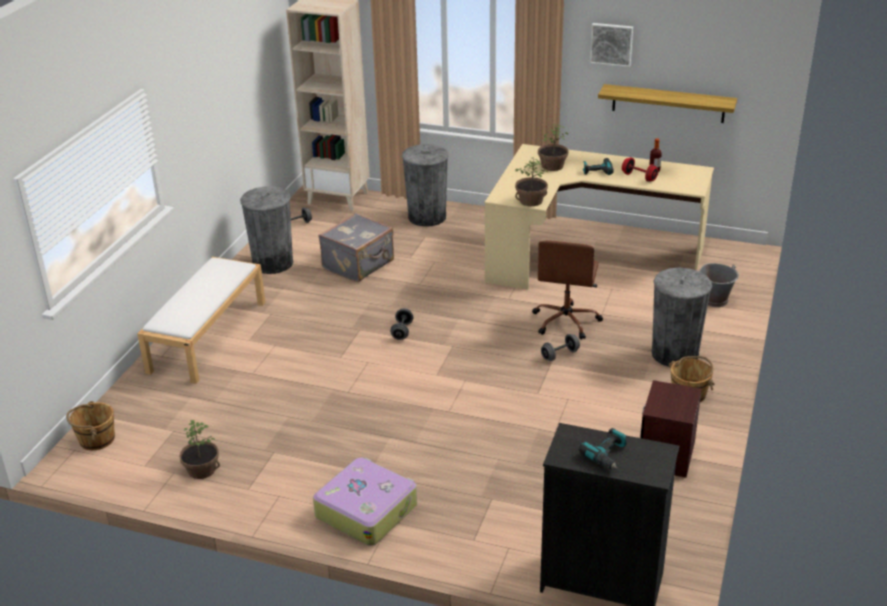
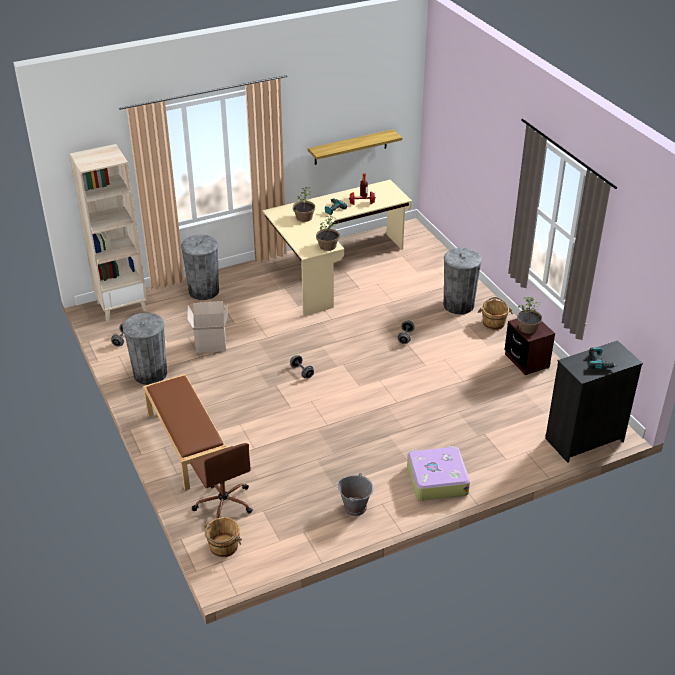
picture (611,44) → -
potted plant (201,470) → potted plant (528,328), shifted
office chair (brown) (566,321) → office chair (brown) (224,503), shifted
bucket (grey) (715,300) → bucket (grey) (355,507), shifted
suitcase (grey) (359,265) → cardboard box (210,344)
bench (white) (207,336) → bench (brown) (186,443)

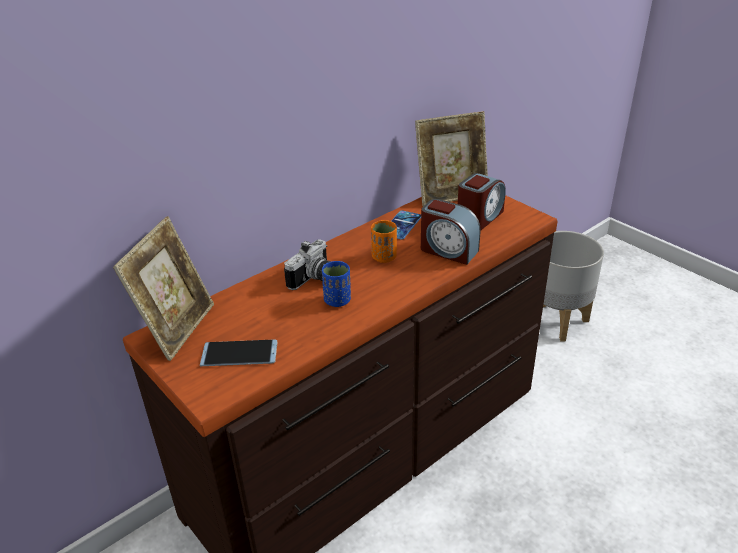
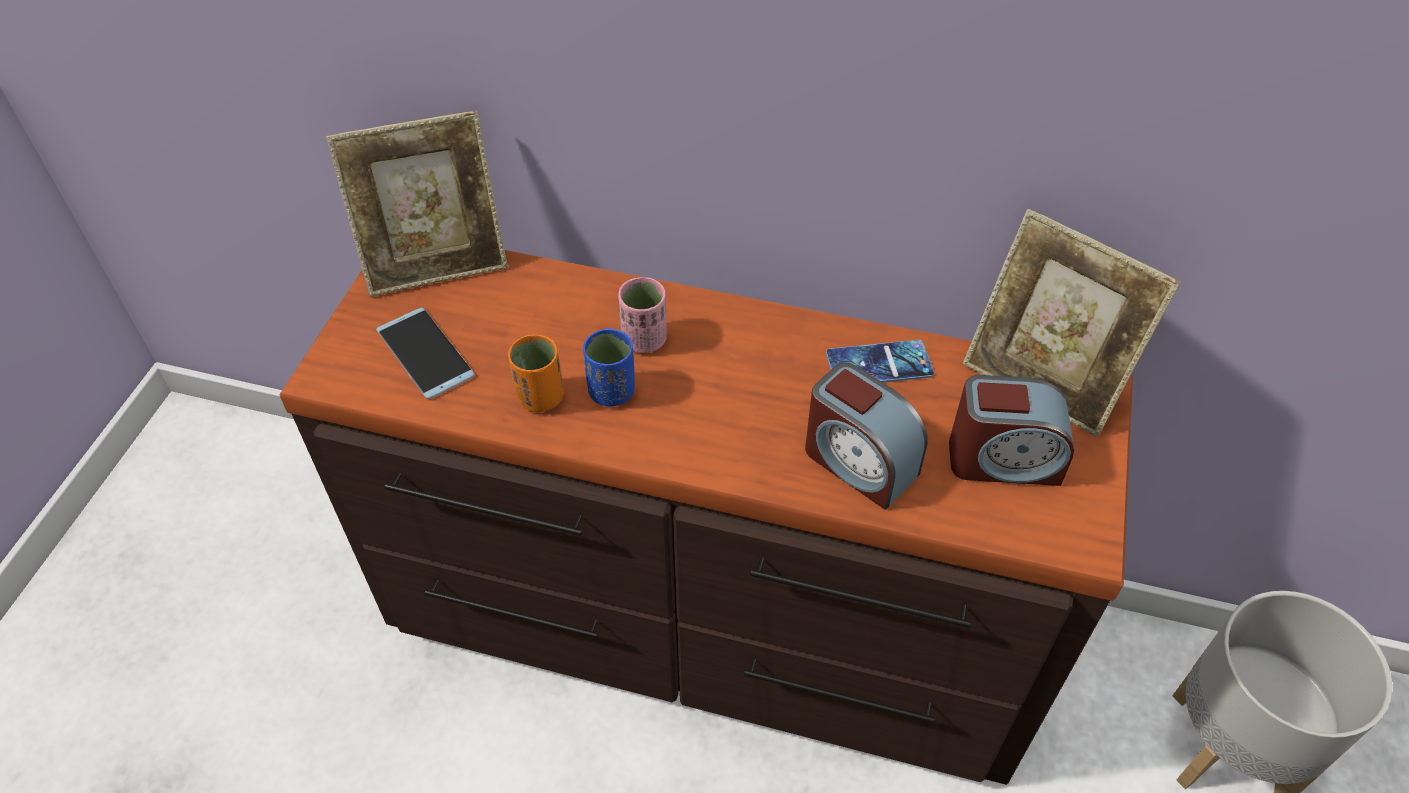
cup (orange) (384,257) → cup (orange) (540,397), shifted
photo camera (315,279) → cup (pink) (644,339)
alarm clock (448,250) → alarm clock (858,462), 45 degrees counterclockwise

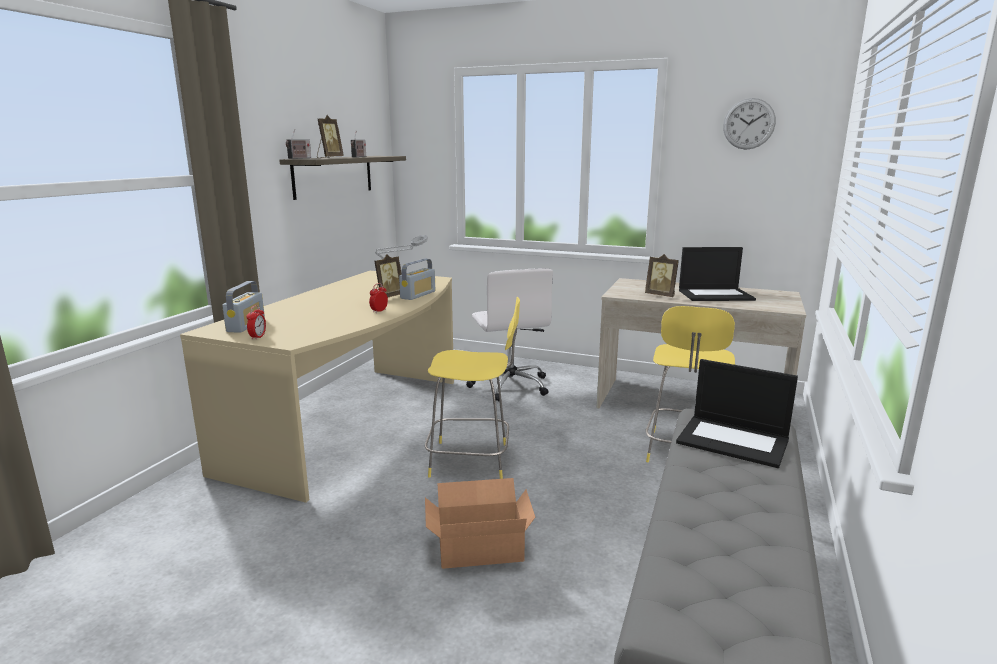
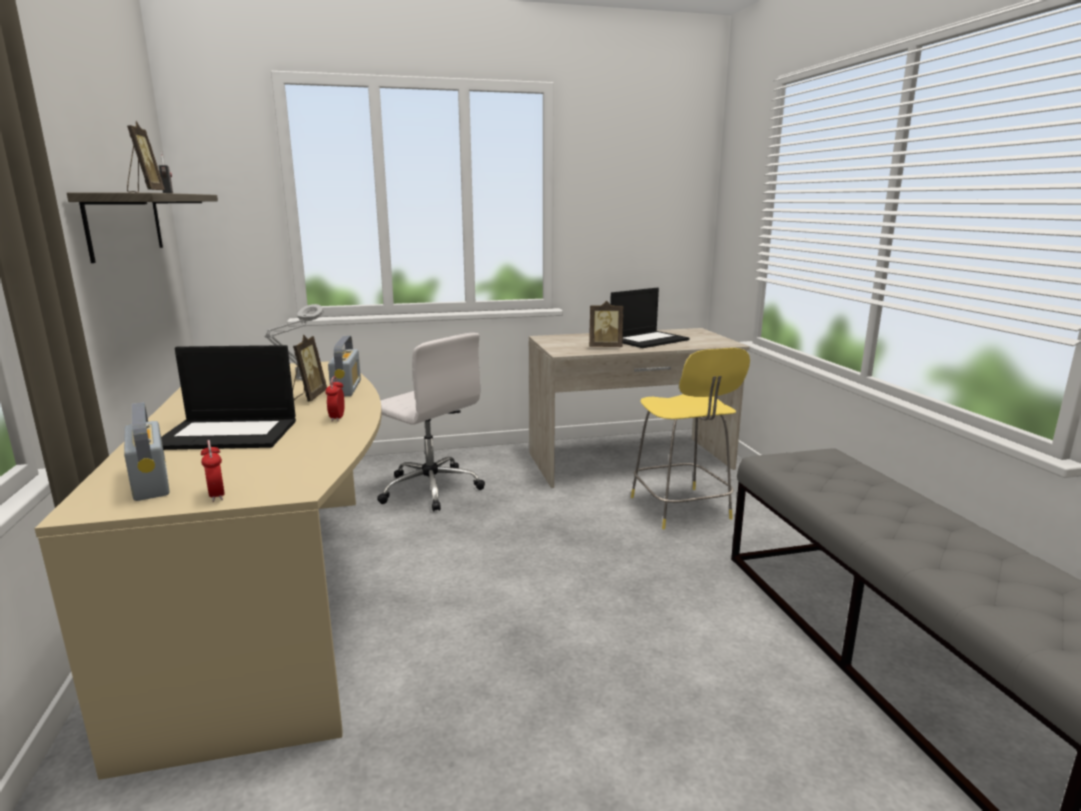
radio (299,158) → -
stool (yellow) (472,460) → -
cardboard box (478,545) → -
wall clock (749,124) → -
laptop (734,441) → laptop (230,434), shifted

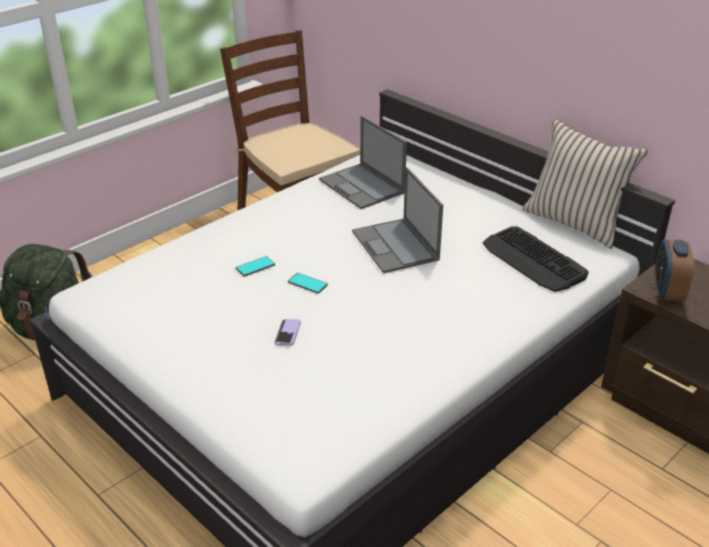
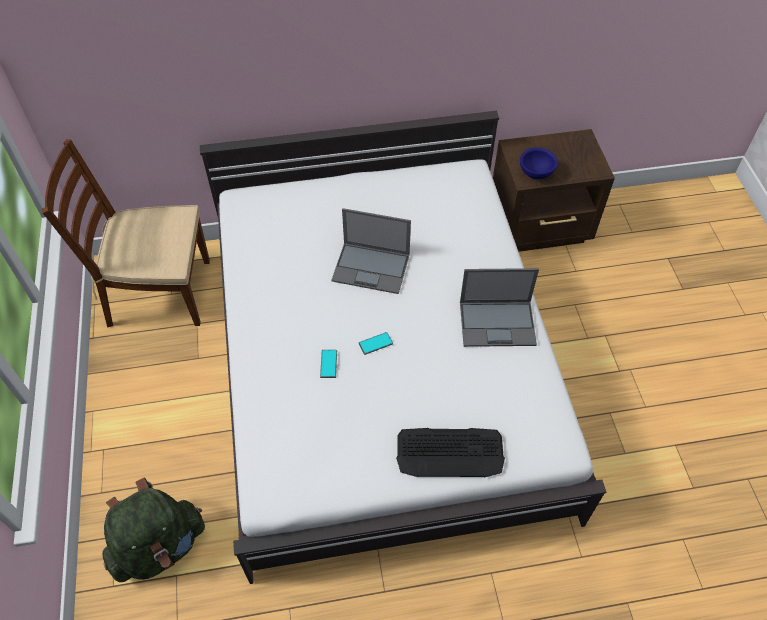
phone (287,333) → -
pillow (beige) (574,223) → -
laptop (362,186) → laptop (498,323), shifted
keyboard (533,260) → keyboard (450,452), shifted
alarm clock (667,292) → bowl (blue) (536,173)

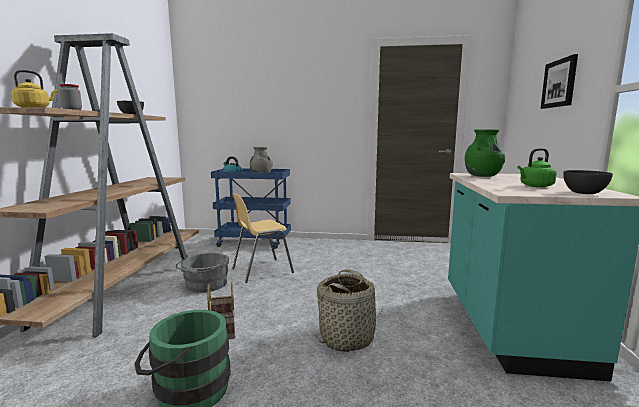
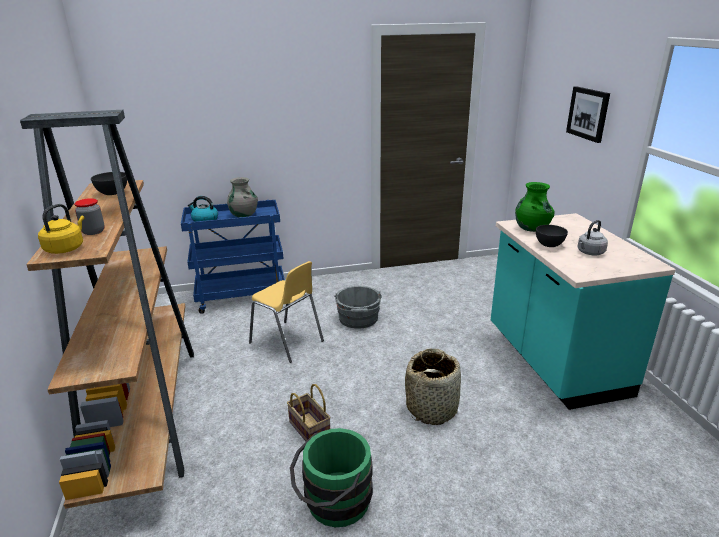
bucket (grey) (205,285) → bucket (grey) (358,319), shifted
bowl (grey) (583,193) → bowl (grey) (549,245), shifted
kettle (green) (535,186) → kettle (grey) (589,253)
chair (yellow) (261,270) → chair (yellow) (287,342), 90 degrees counterclockwise

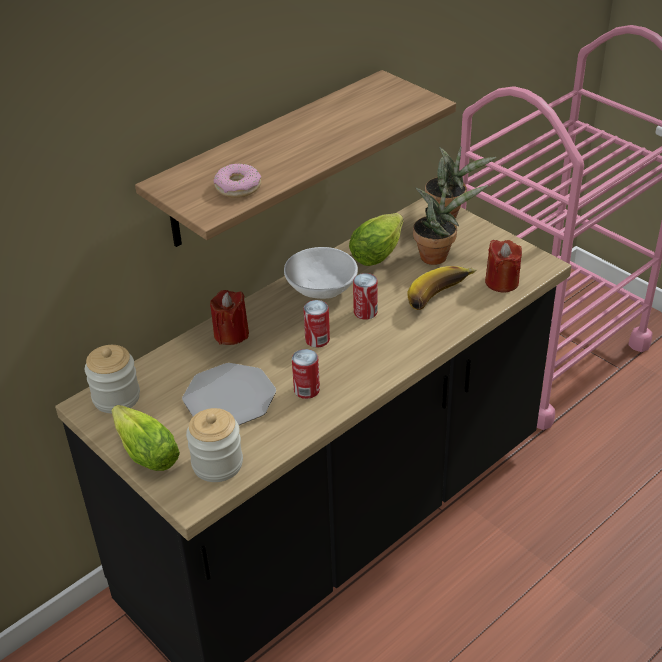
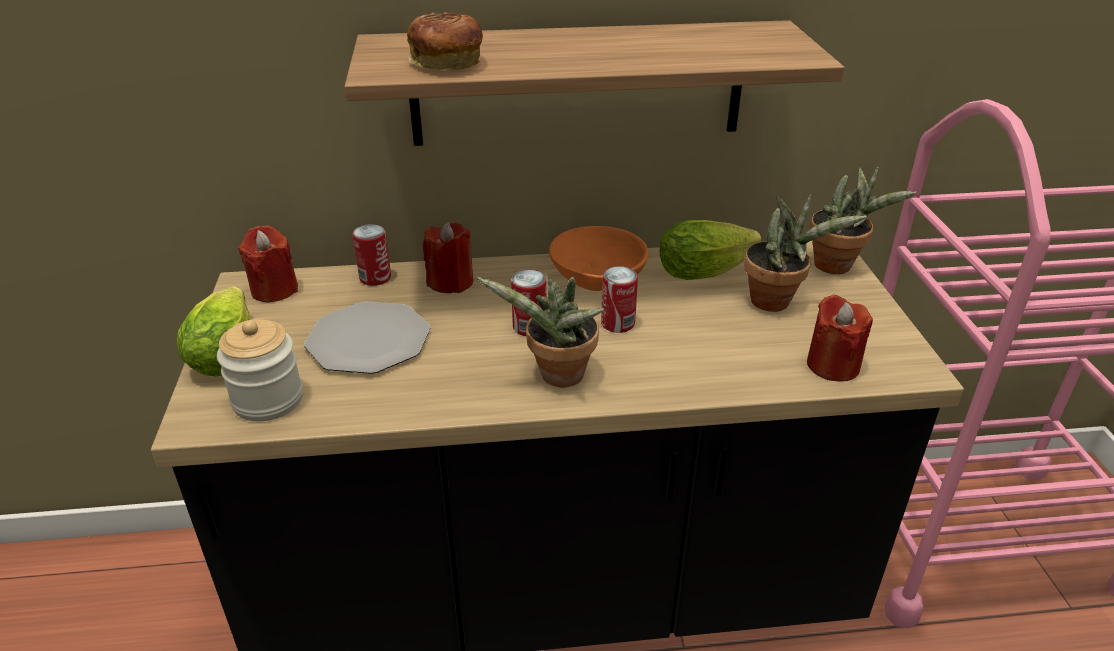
banana (441,299) → -
- → potted plant (557,377)
can (306,390) → can (375,278), shifted
jar (116,397) → candle (red) (274,290)
donut (238,187) → bread (446,63)
bowl (white) (321,289) → bowl (orange) (597,279)

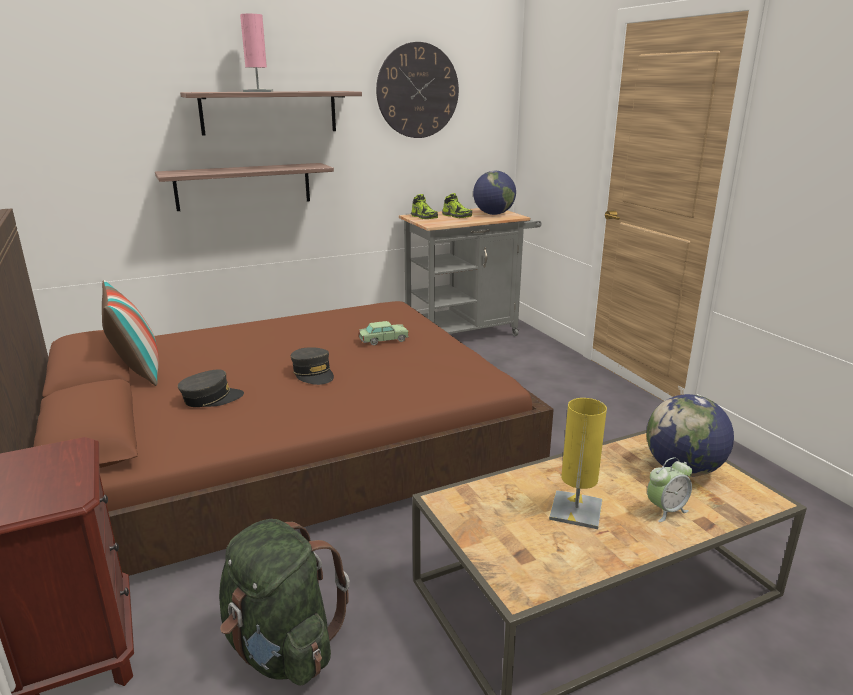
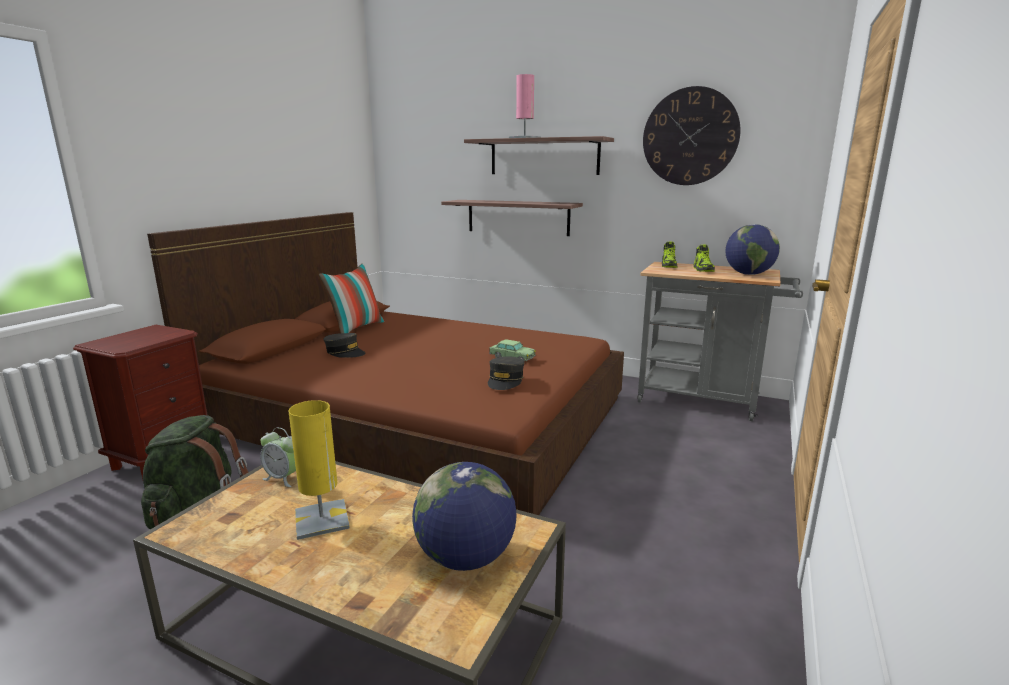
cap (grey) (313,374) → cap (grey) (505,380), shifted
alarm clock (665,510) → alarm clock (283,478), shifted

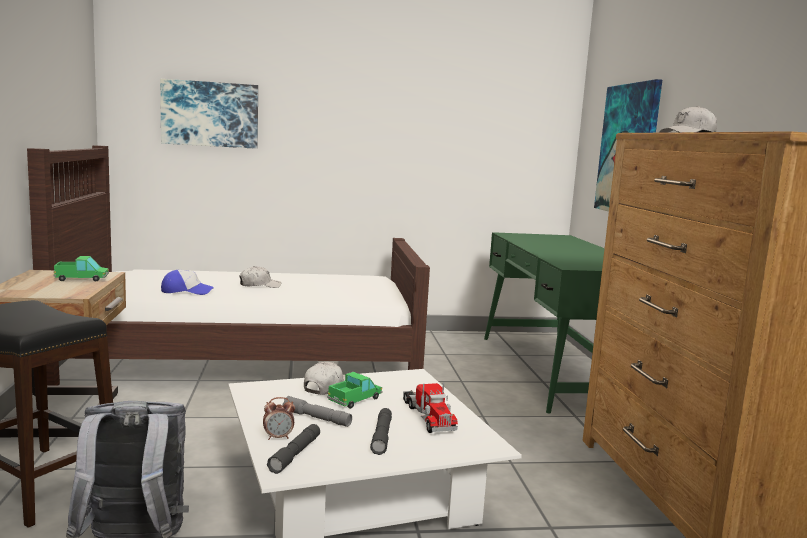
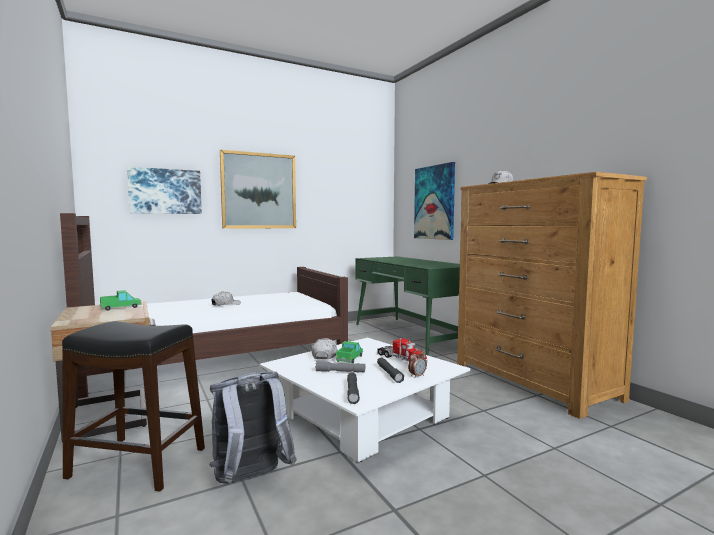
cap (186,291) → -
- → picture (259,191)
alarm clock (278,437) → alarm clock (417,376), shifted

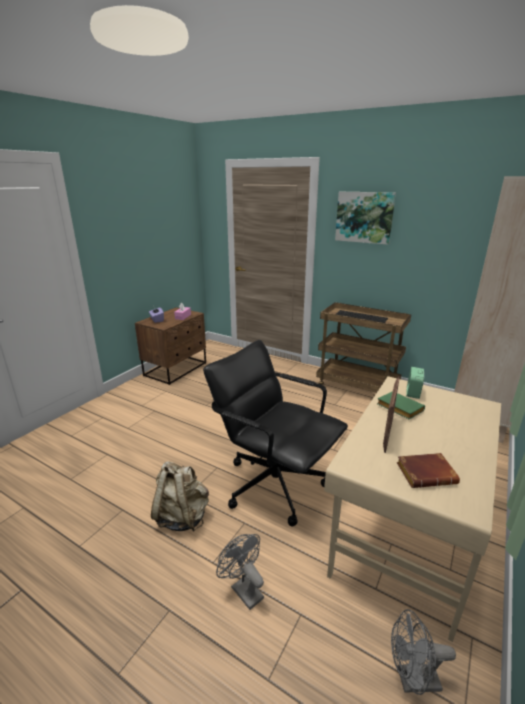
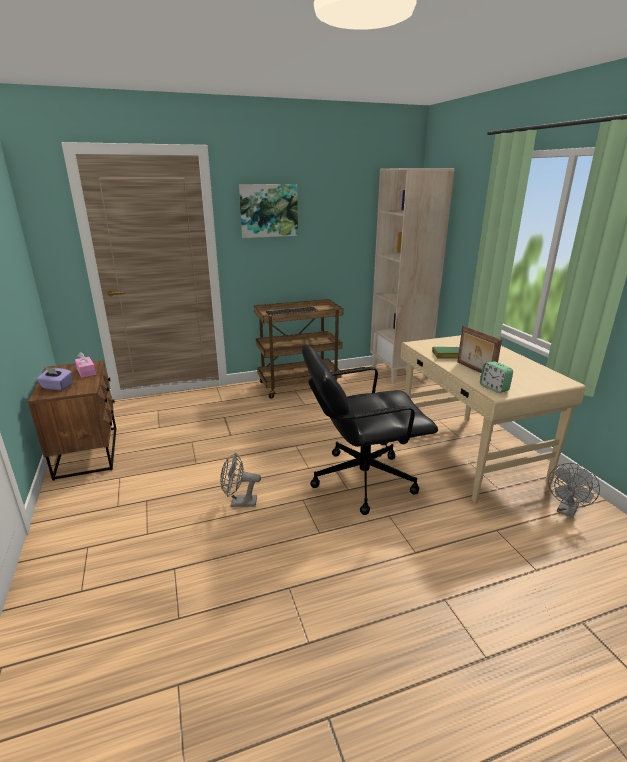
backpack (beige) (182,516) → -
book (brown) (426,473) → -
fan (grey) (243,589) → fan (grey) (239,503), shifted
alarm clock (413,393) → alarm clock (494,388), shifted

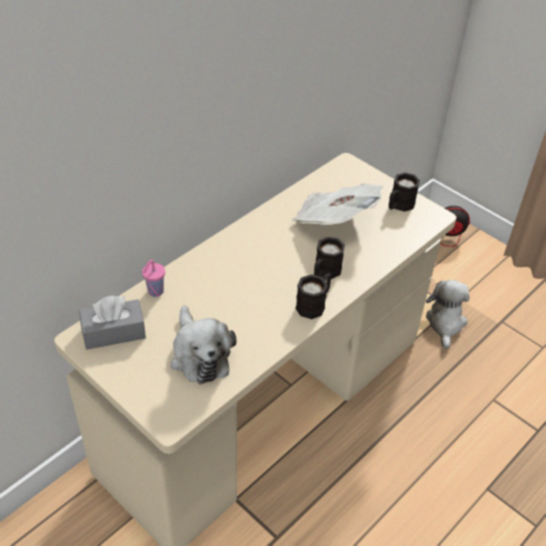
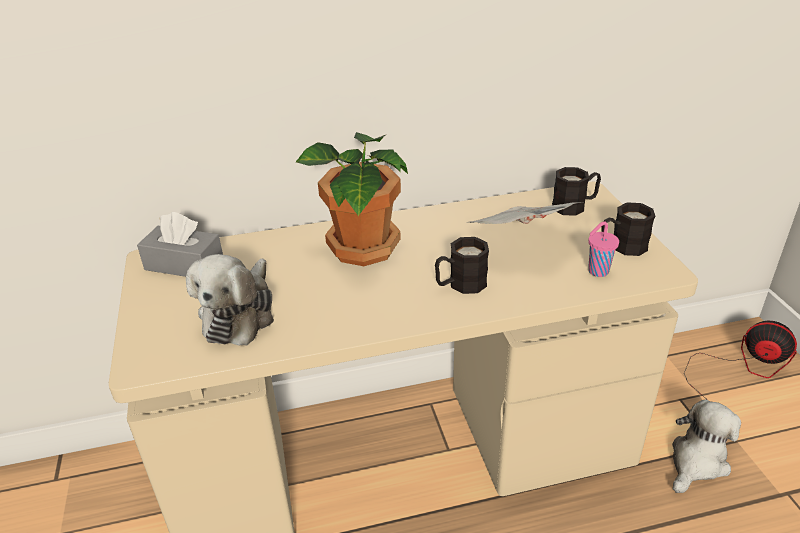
- → potted plant (361,249)
cup (pink) (155,292) → cup (pink) (597,272), shifted
mug (black) (314,304) → mug (black) (574,206), shifted

